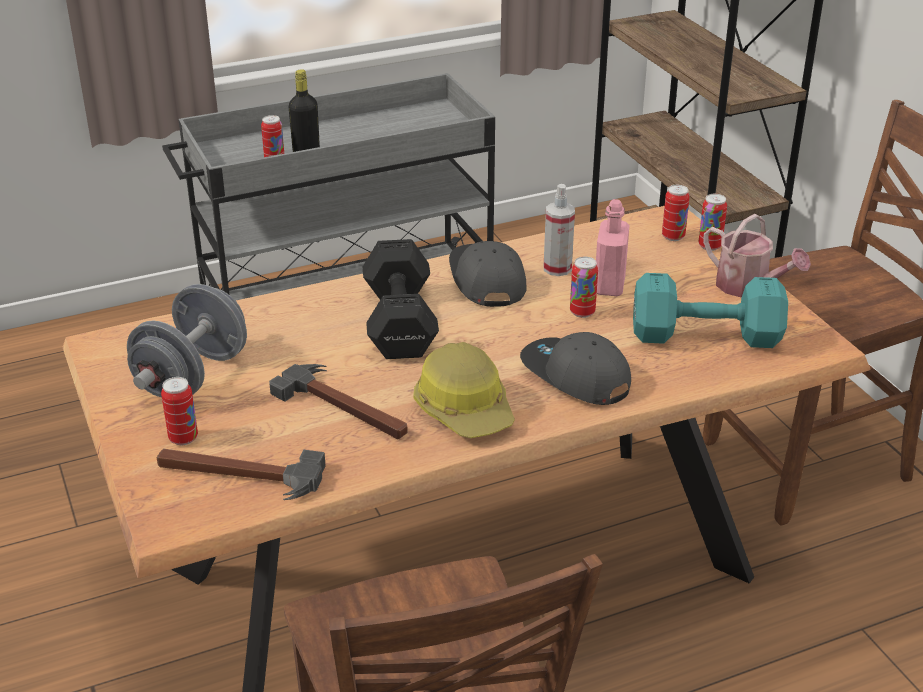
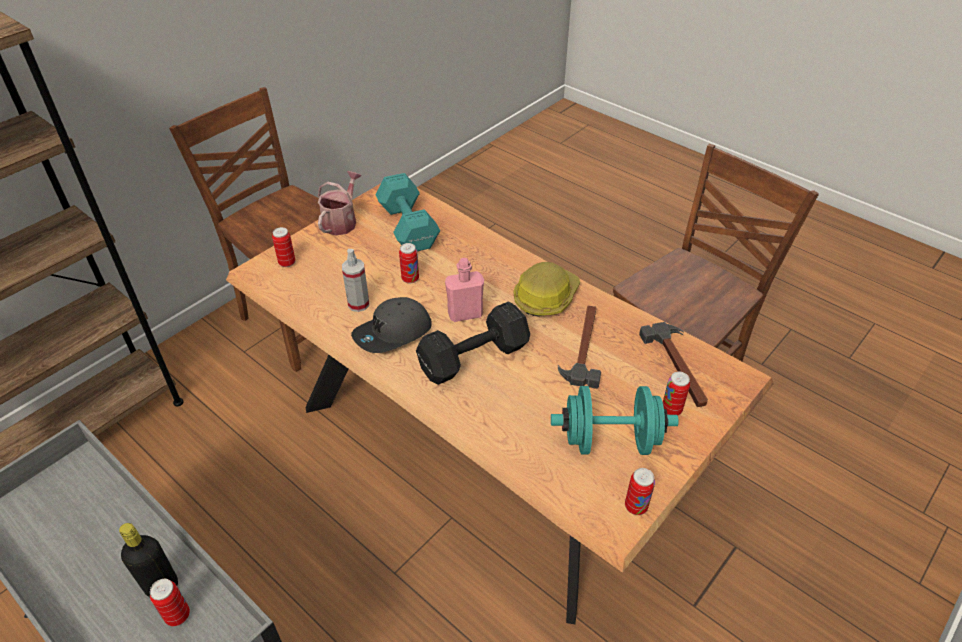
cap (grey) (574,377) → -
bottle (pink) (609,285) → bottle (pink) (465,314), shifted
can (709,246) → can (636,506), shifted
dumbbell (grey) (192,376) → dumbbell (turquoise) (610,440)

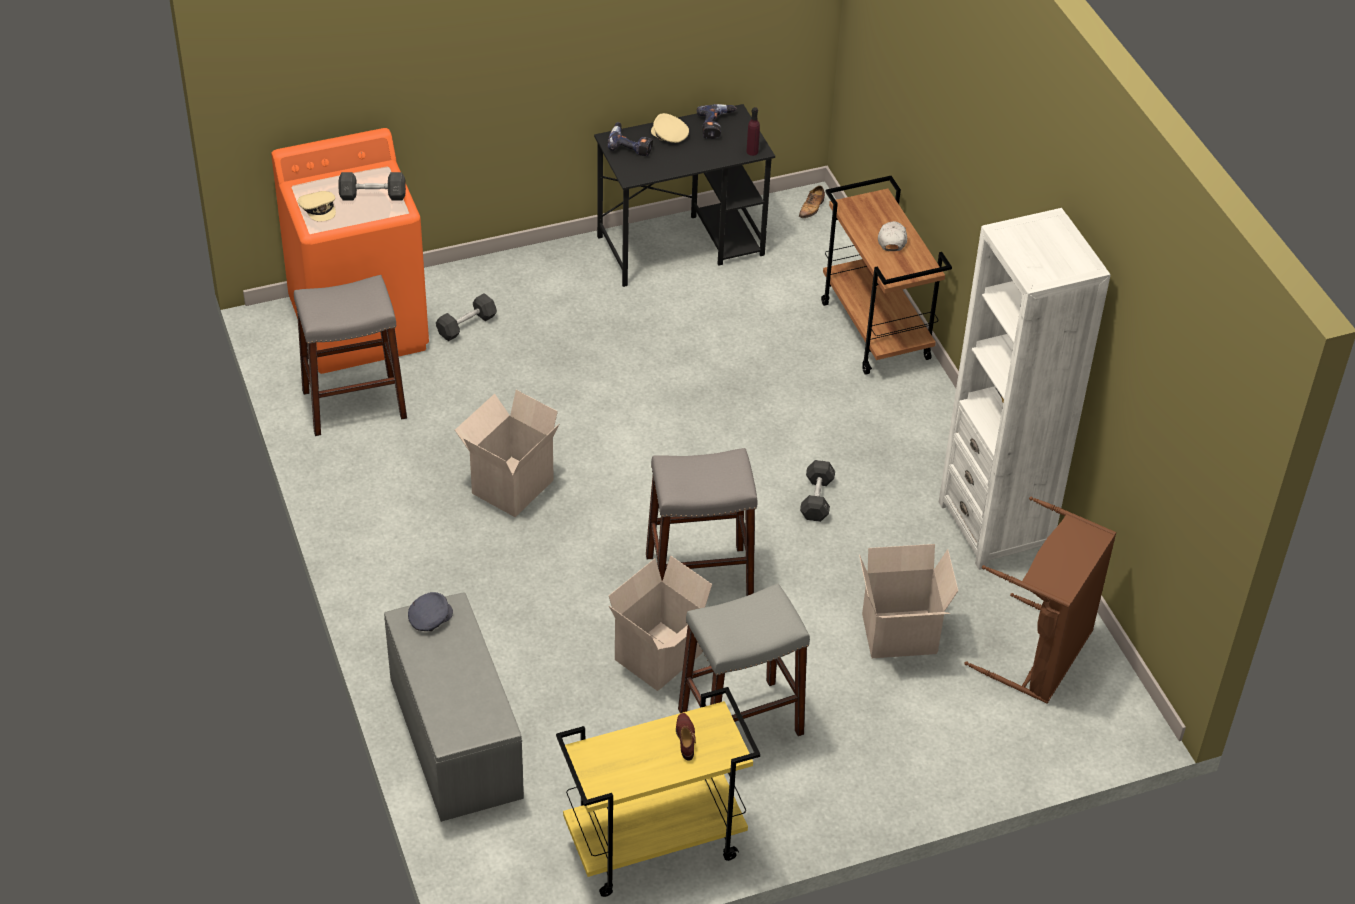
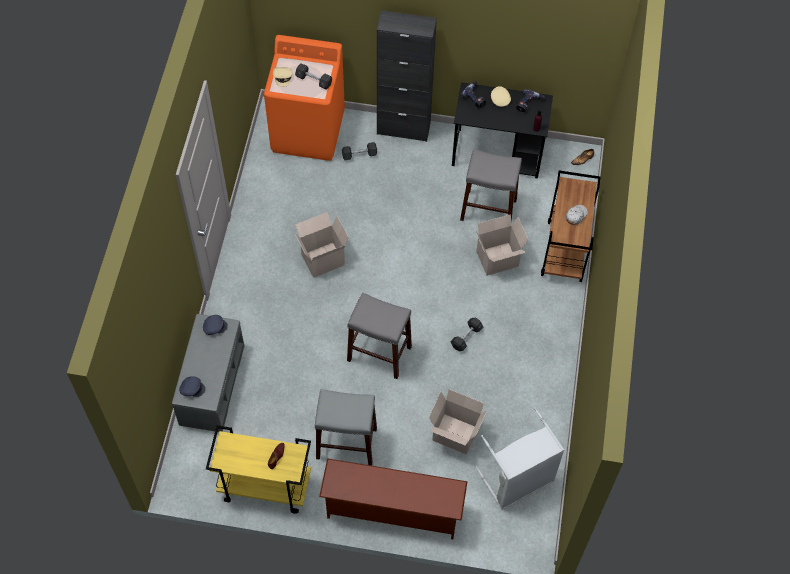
bookcase (white) (995,526) → -
- → cap (grey) (192,388)
- → shoe rack (brown) (392,512)
- → cabinet (black) (403,128)
stool (grey) (354,404) → stool (grey) (488,210), shifted
cardboard box (659,658) → cardboard box (497,260), shifted
laundry basket (brown) (1042,655) → laundry basket (grey) (518,481)

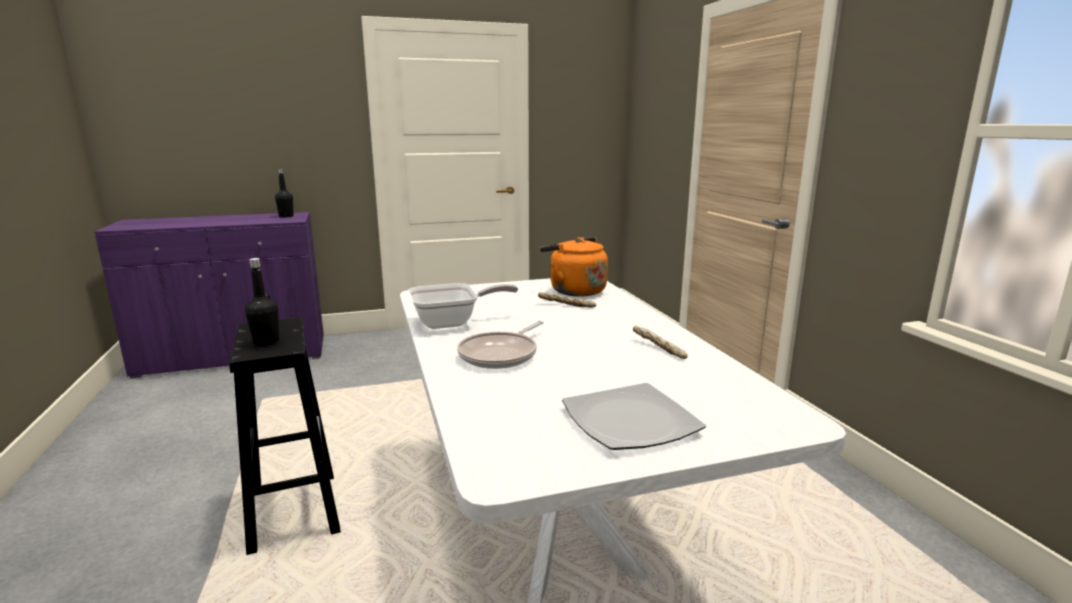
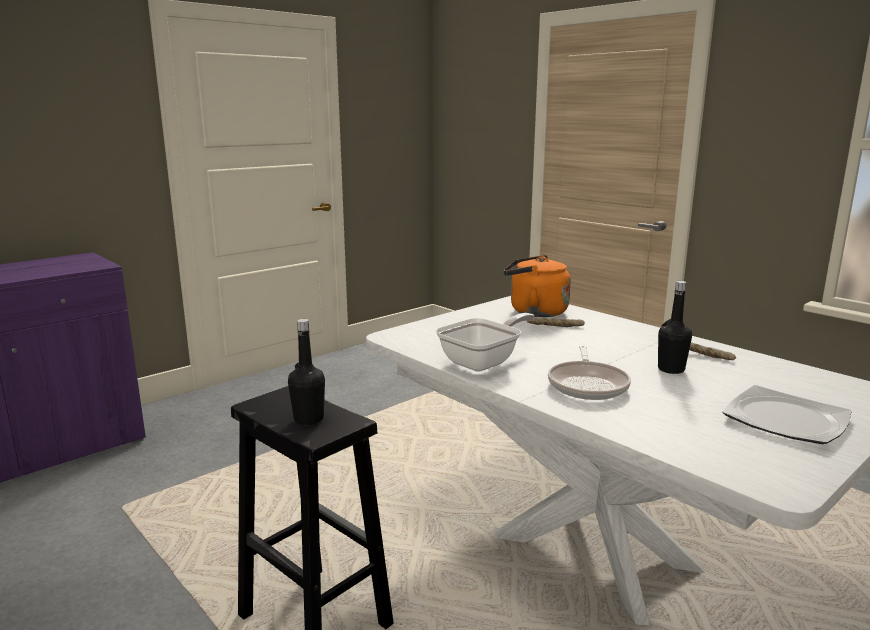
bottle (black) (286,216) → bottle (black) (671,369), shifted

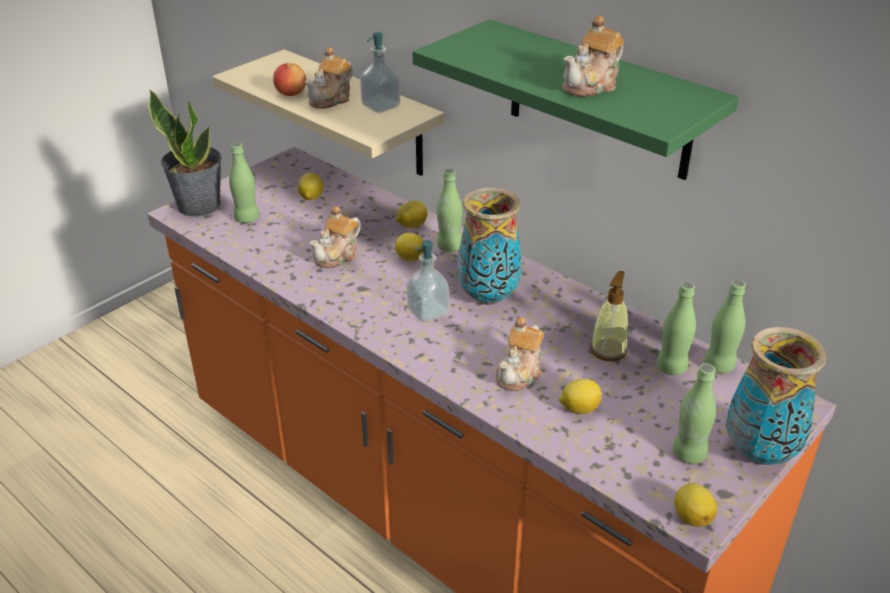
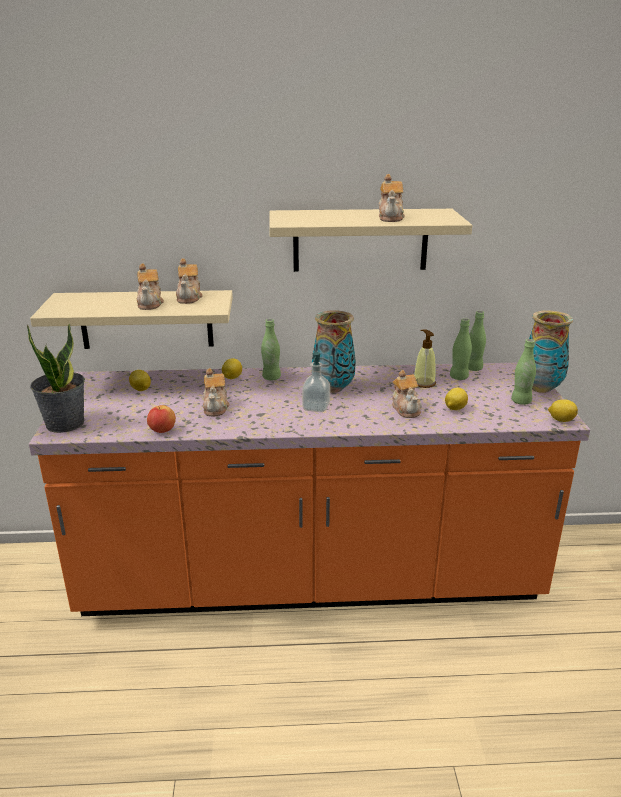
bottle (green) (247,218) → -
lemon (409,258) → -
apple (290,94) → apple (162,430), shifted
soap dispenser (380,106) → teapot (189,297)
shelf (green) (599,100) → shelf (beige) (360,240)

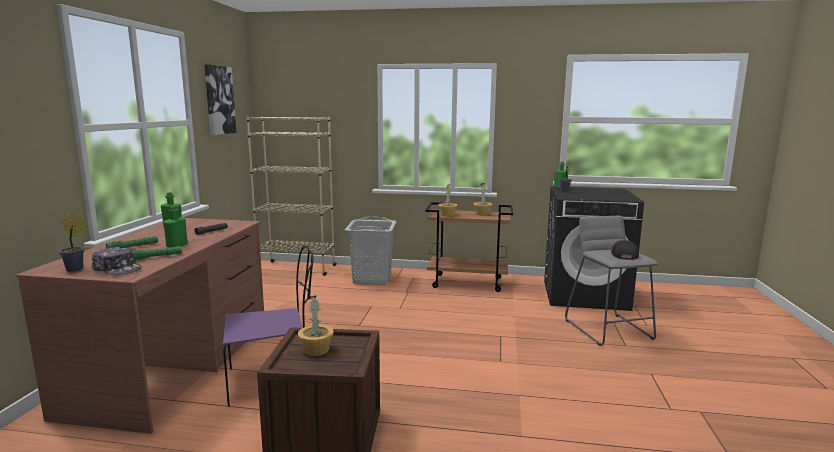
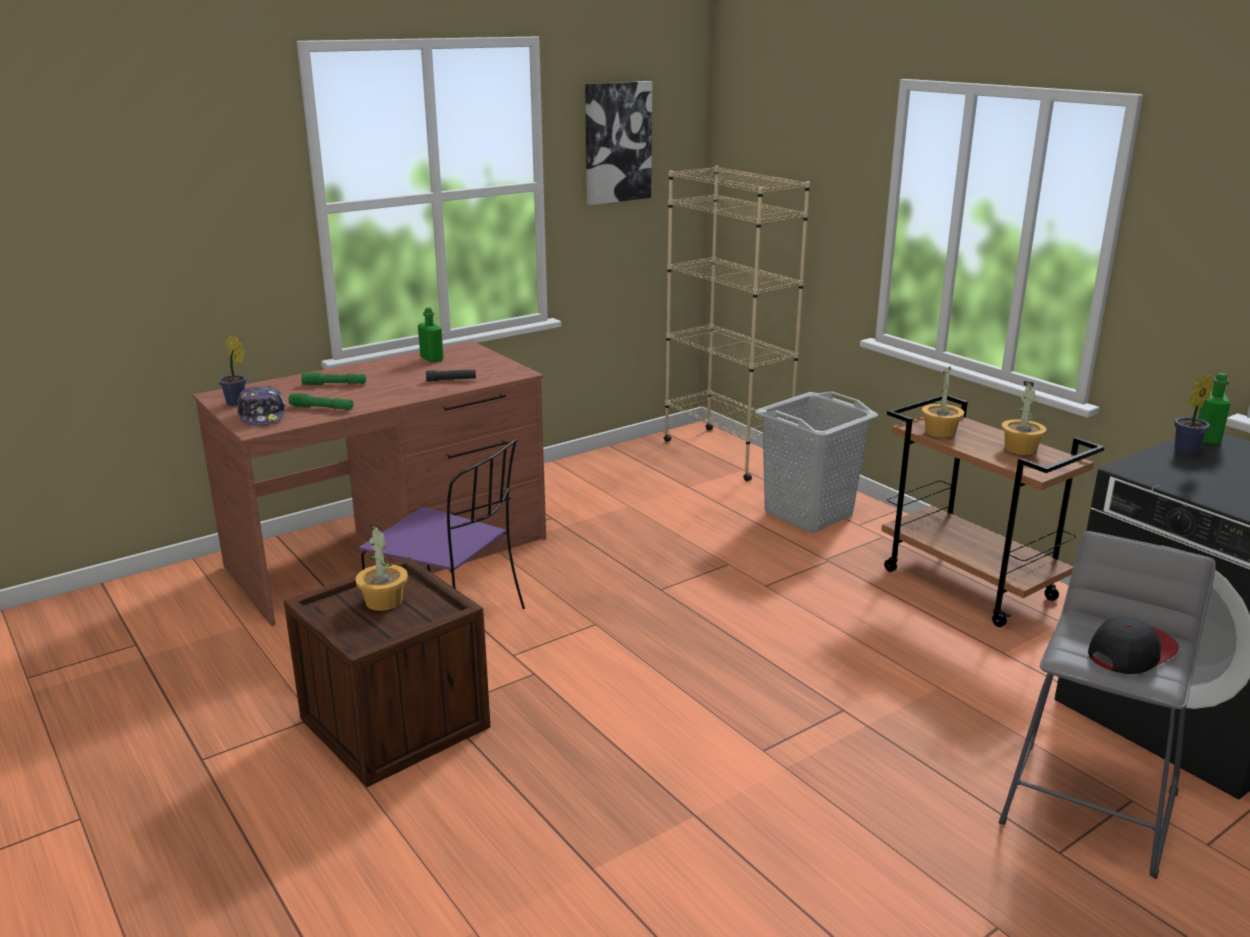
bottle (green) (177,245) → -

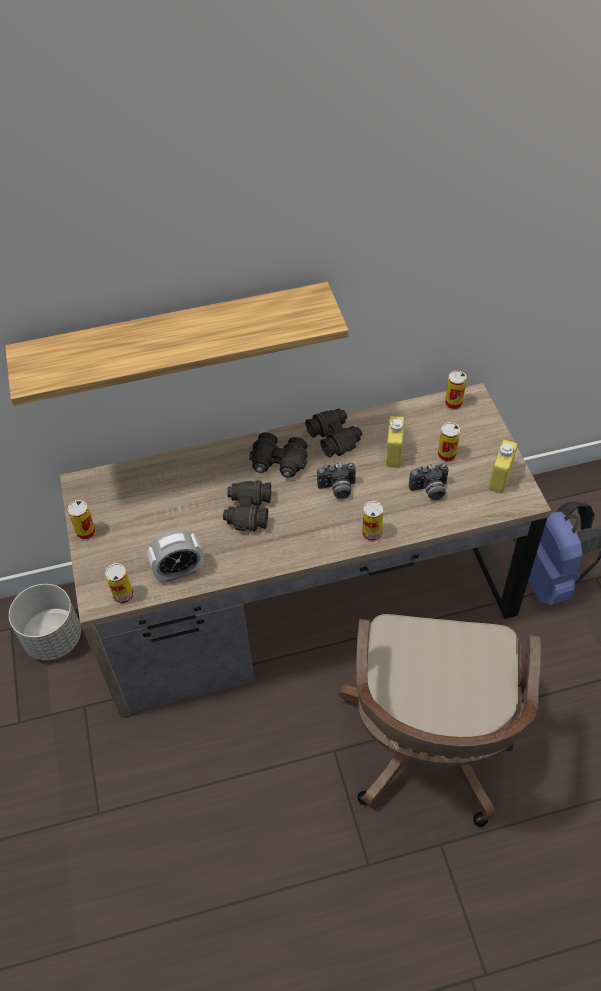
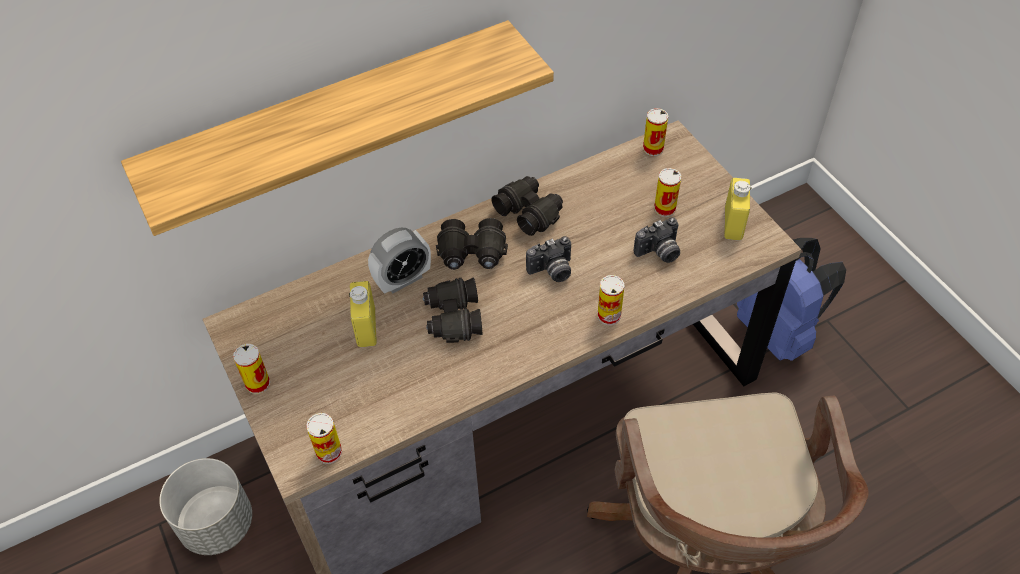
alarm clock (179,571) → alarm clock (403,279), shifted
bottle (yellow) (394,454) → bottle (yellow) (366,328), shifted

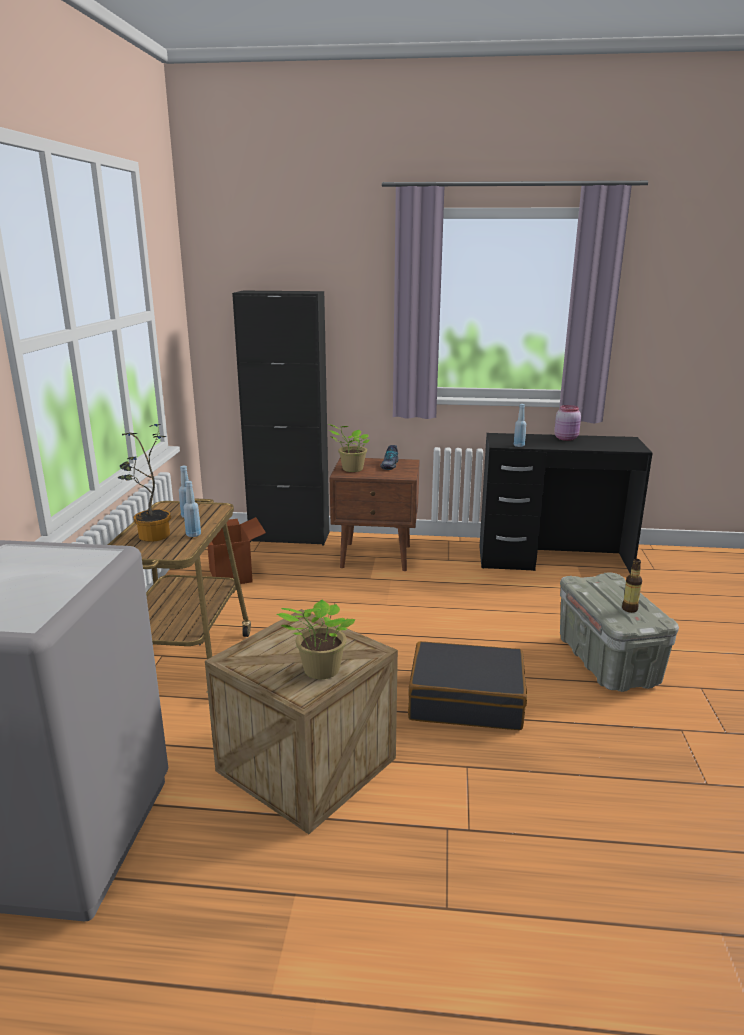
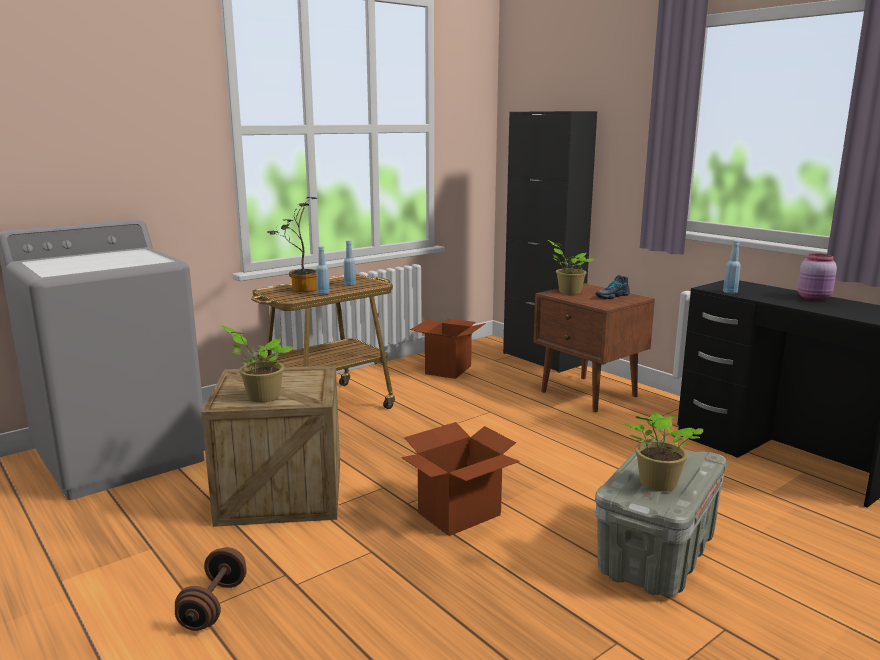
- → dumbbell (brown) (214,605)
suitcase (black) (466,700) → cardboard box (459,514)
bottle (629,609) → potted plant (656,484)

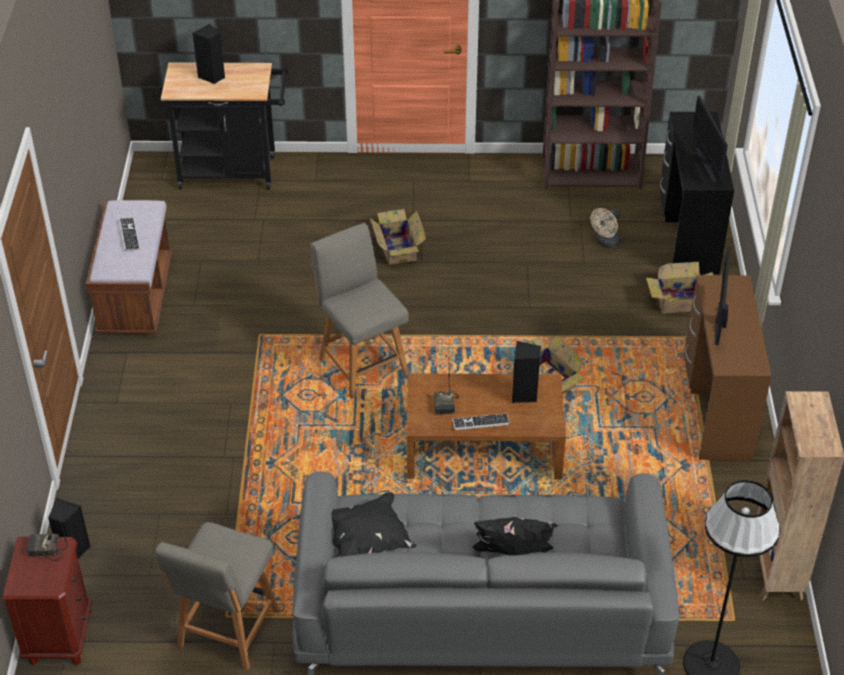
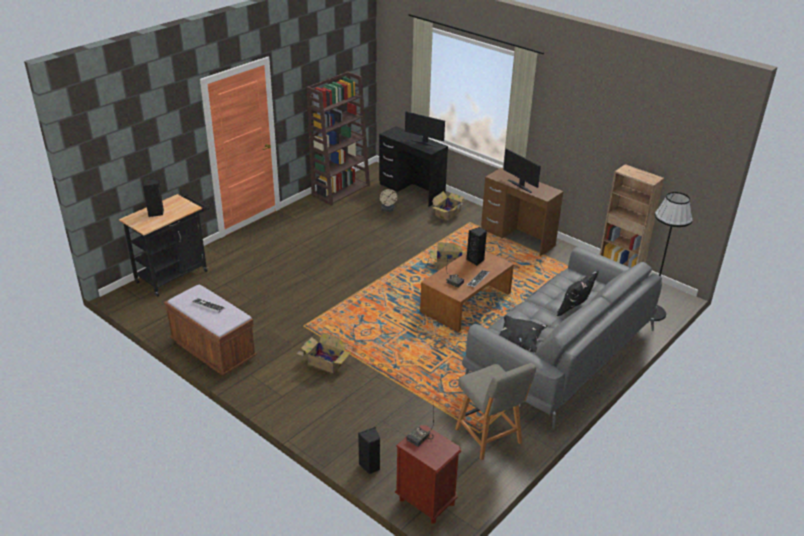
chair (grey) (362,364) → -
cardboard box (398,248) → cardboard box (325,362), shifted

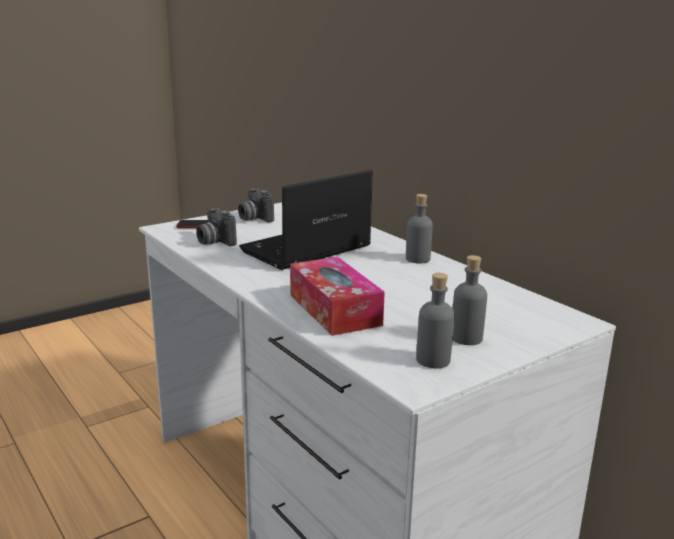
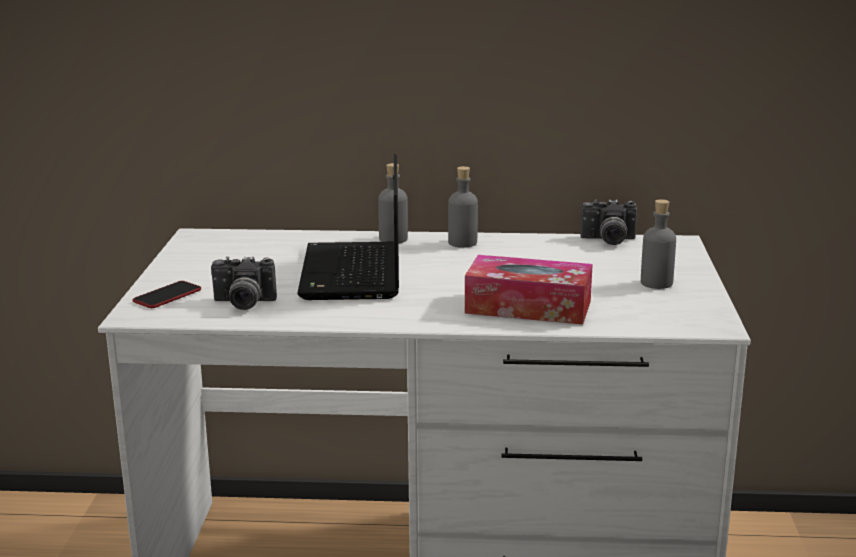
photo camera (254,218) → photo camera (608,241), shifted
bottle (grey) (433,360) → bottle (grey) (393,239), shifted

